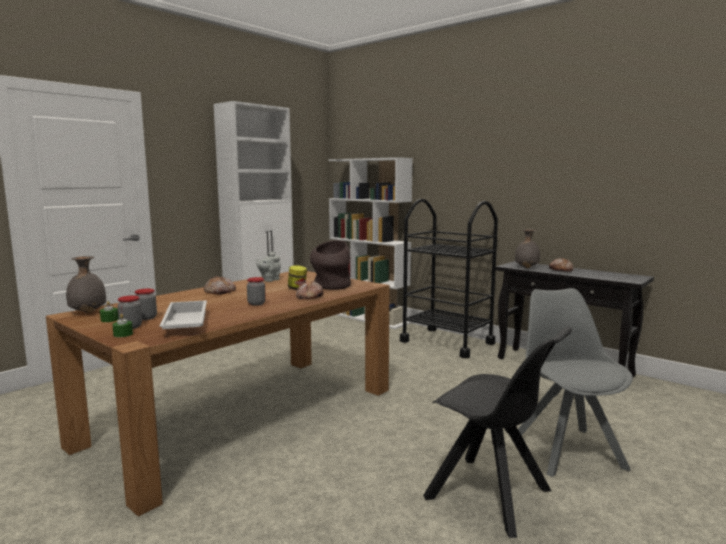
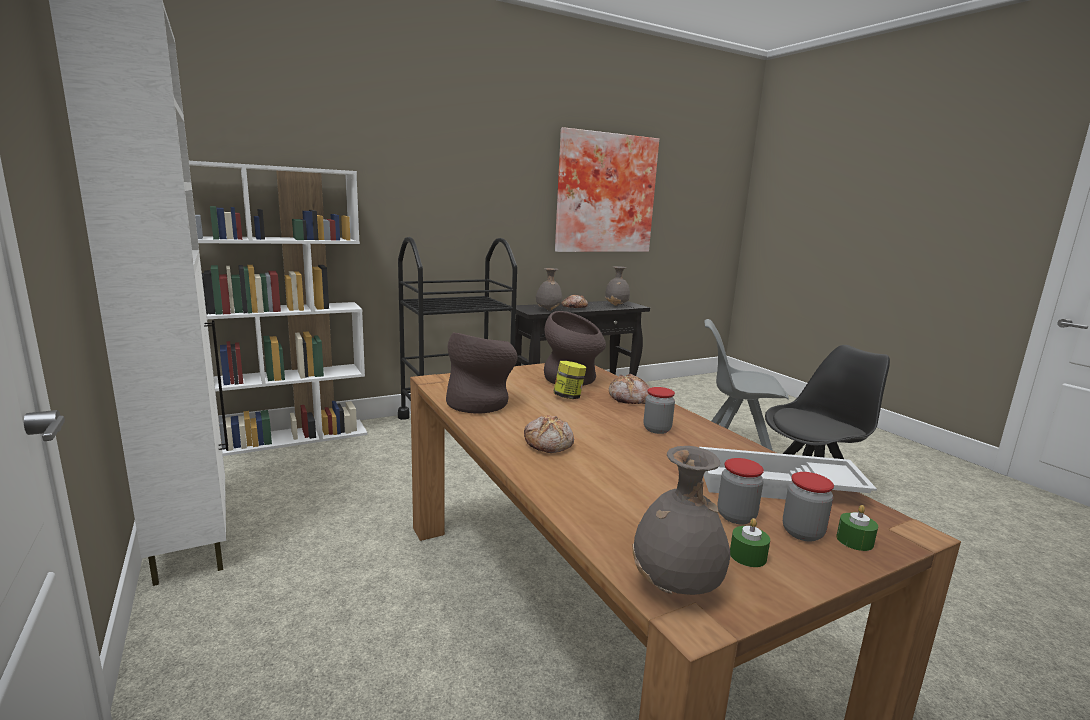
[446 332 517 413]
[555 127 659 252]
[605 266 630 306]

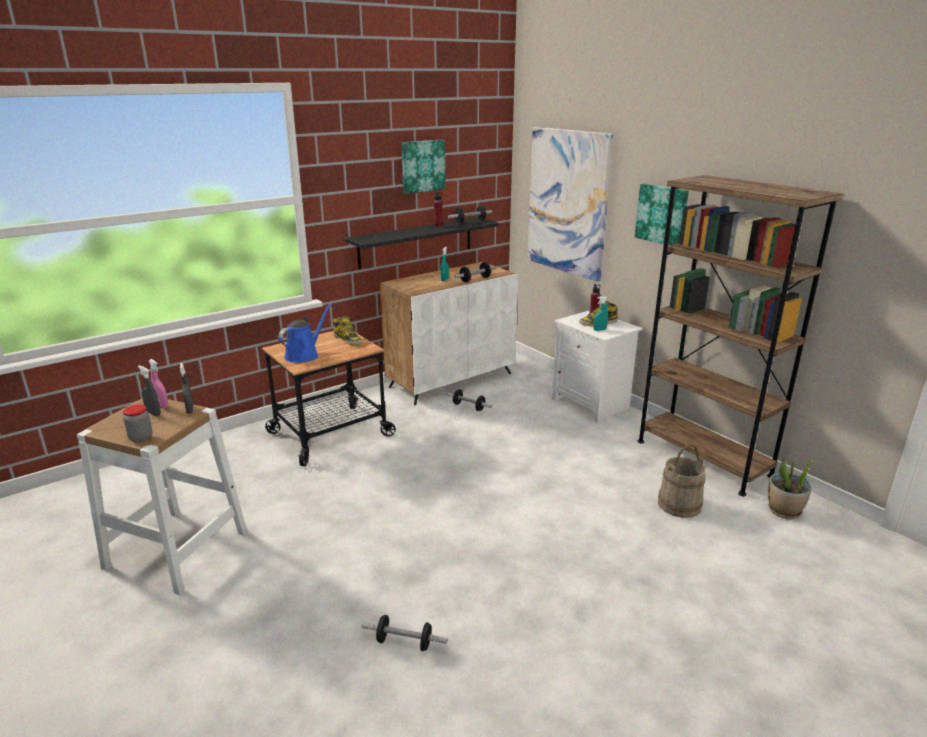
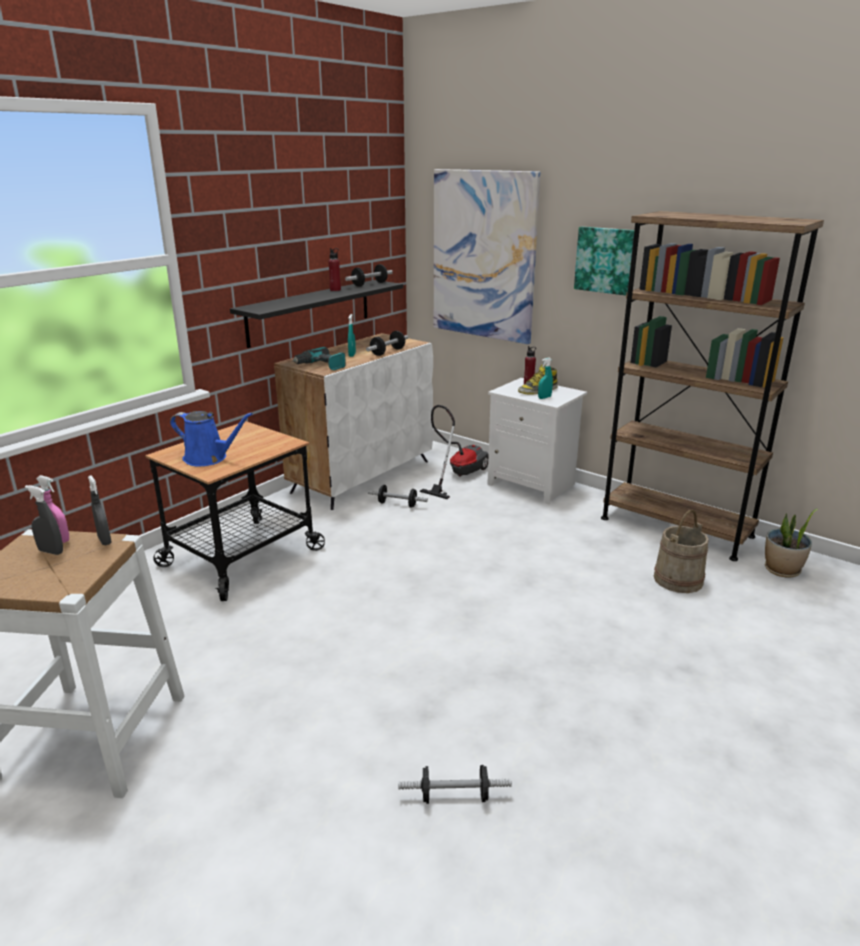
[402 139 445 194] (first image)
[170 411 253 466]
[333 316 363 345] (first image)
[123 404 153 443] (first image)
[292 347 346 370]
[419 405 489 499]

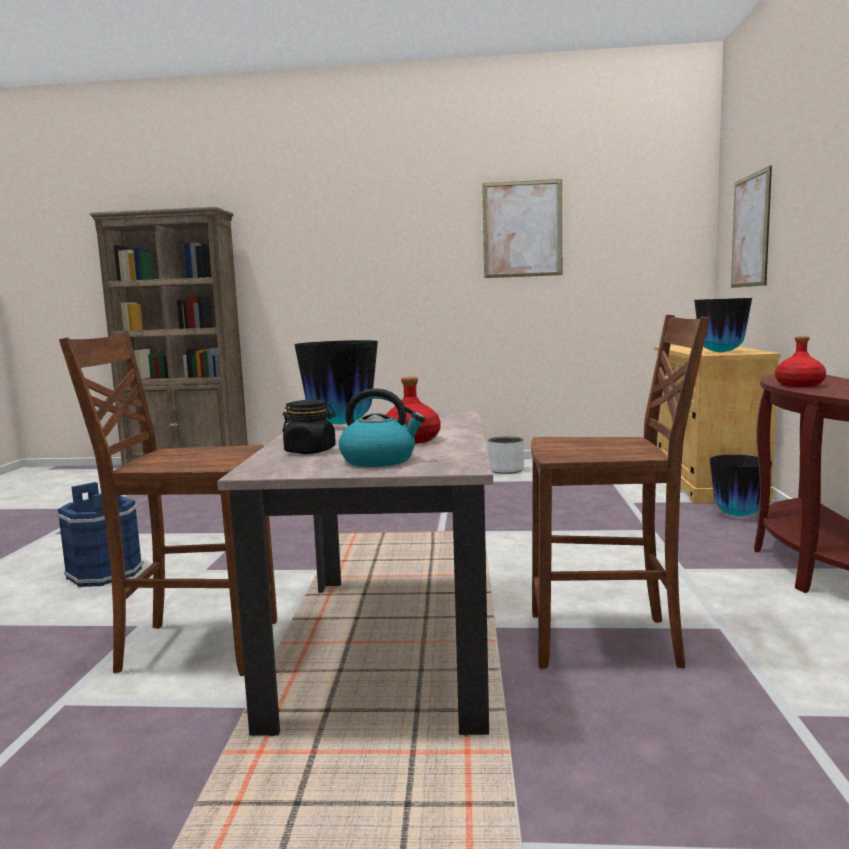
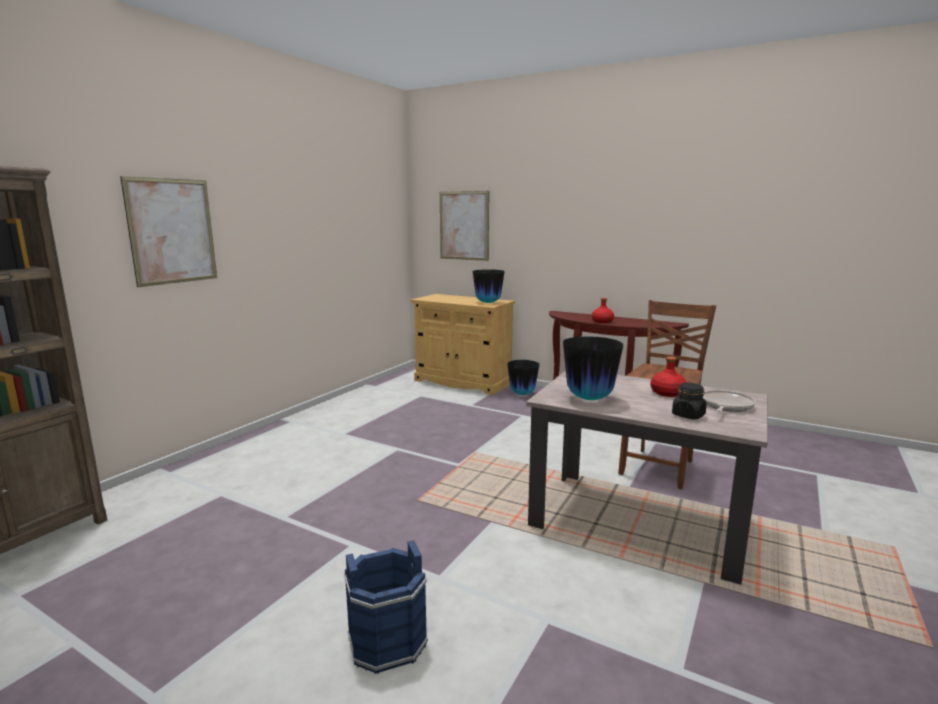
[120 176 217 287]
[59 333 277 676] (first image)
[702 390 756 412]
[488 436 524 474] (first image)

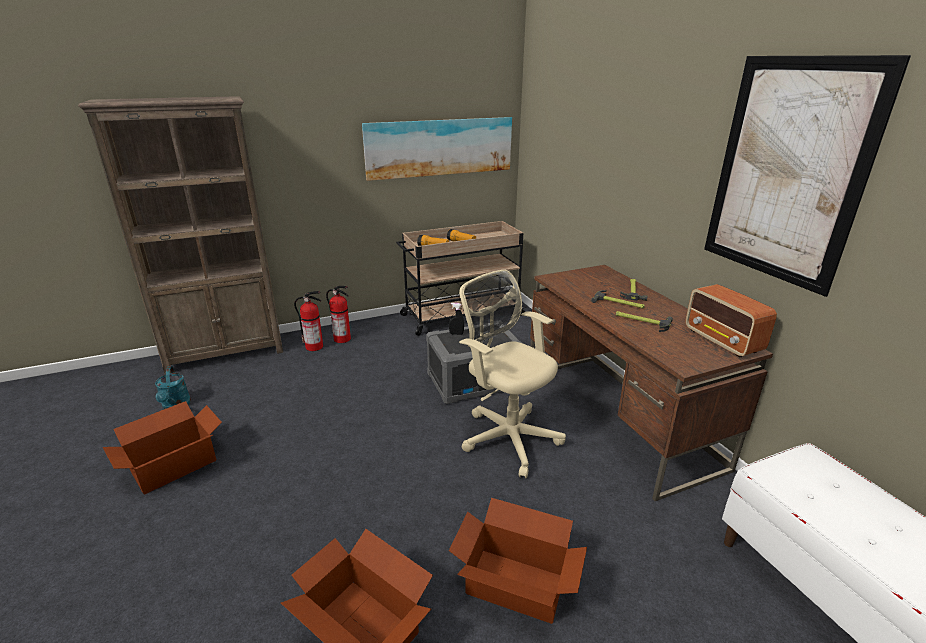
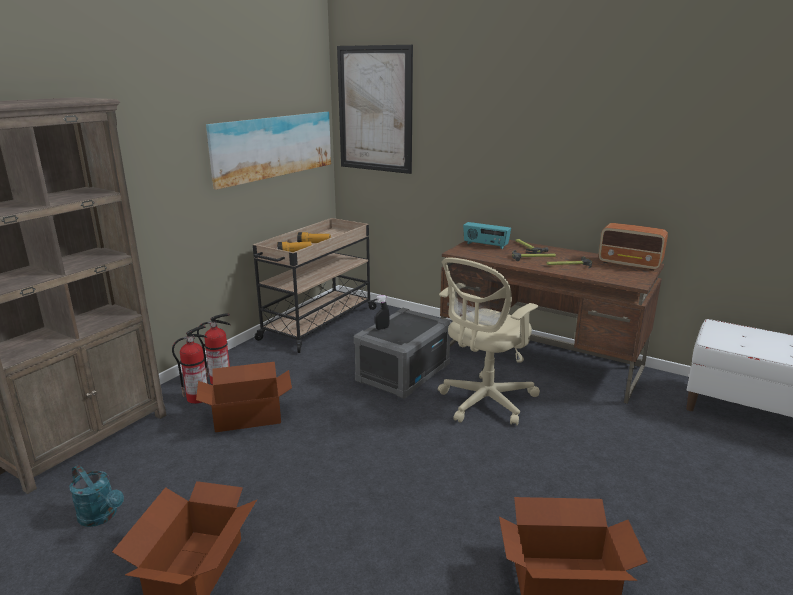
[337 45 413 174]
[438 258 540 425]
[196 362 292 432]
[463 222 511 249]

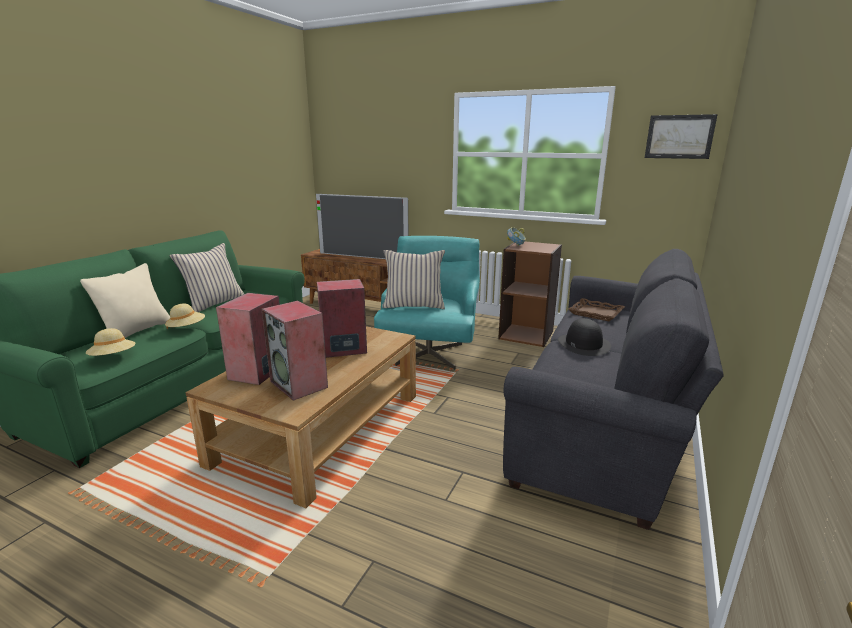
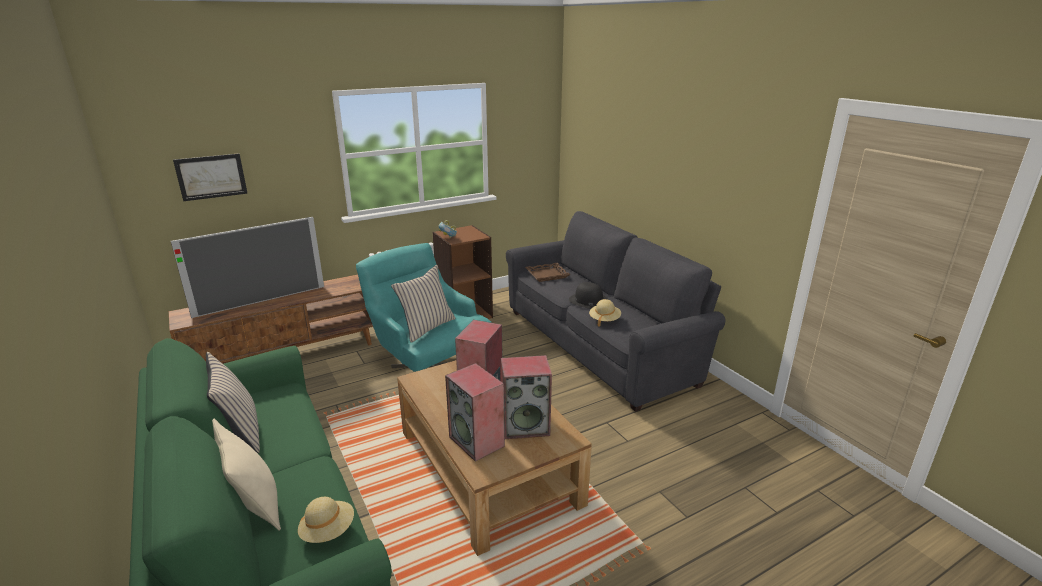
[173 153 248 201]
[589 299 621 327]

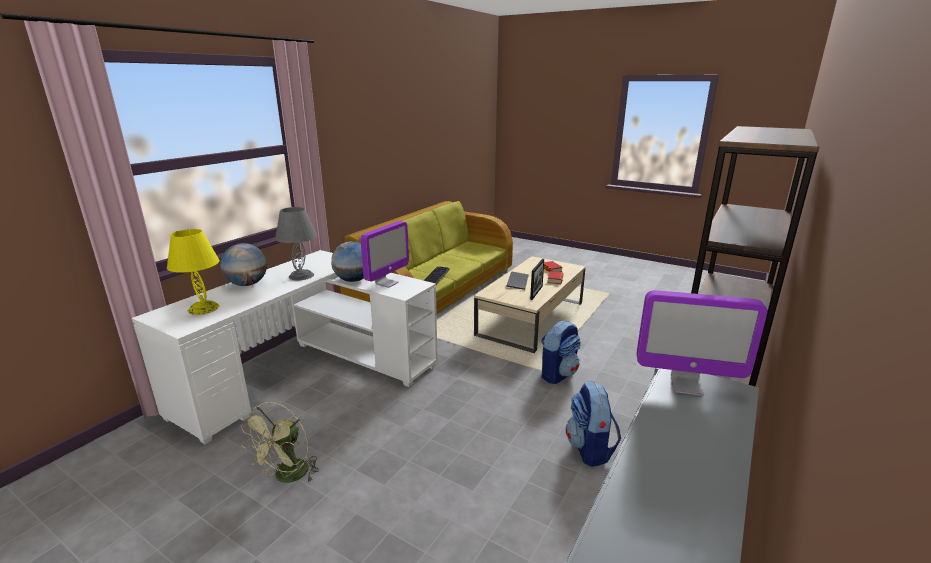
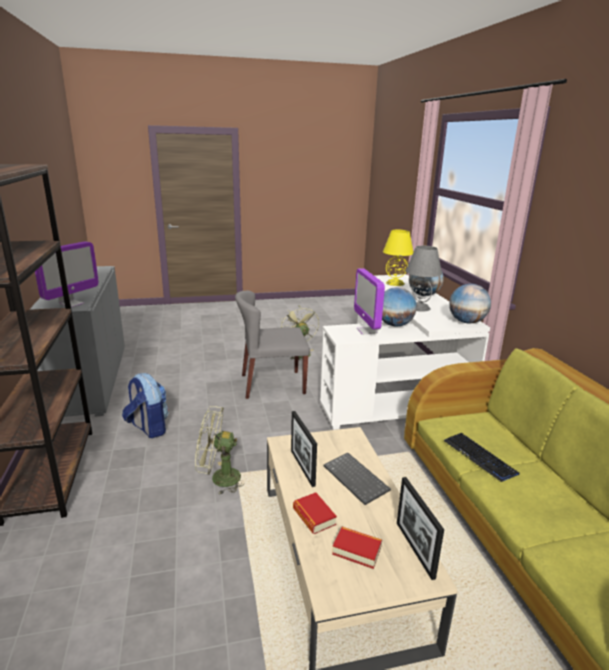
[35 241 99 308]
[195 406 244 495]
[449 284 491 323]
[235 290 310 399]
[397 477 444 580]

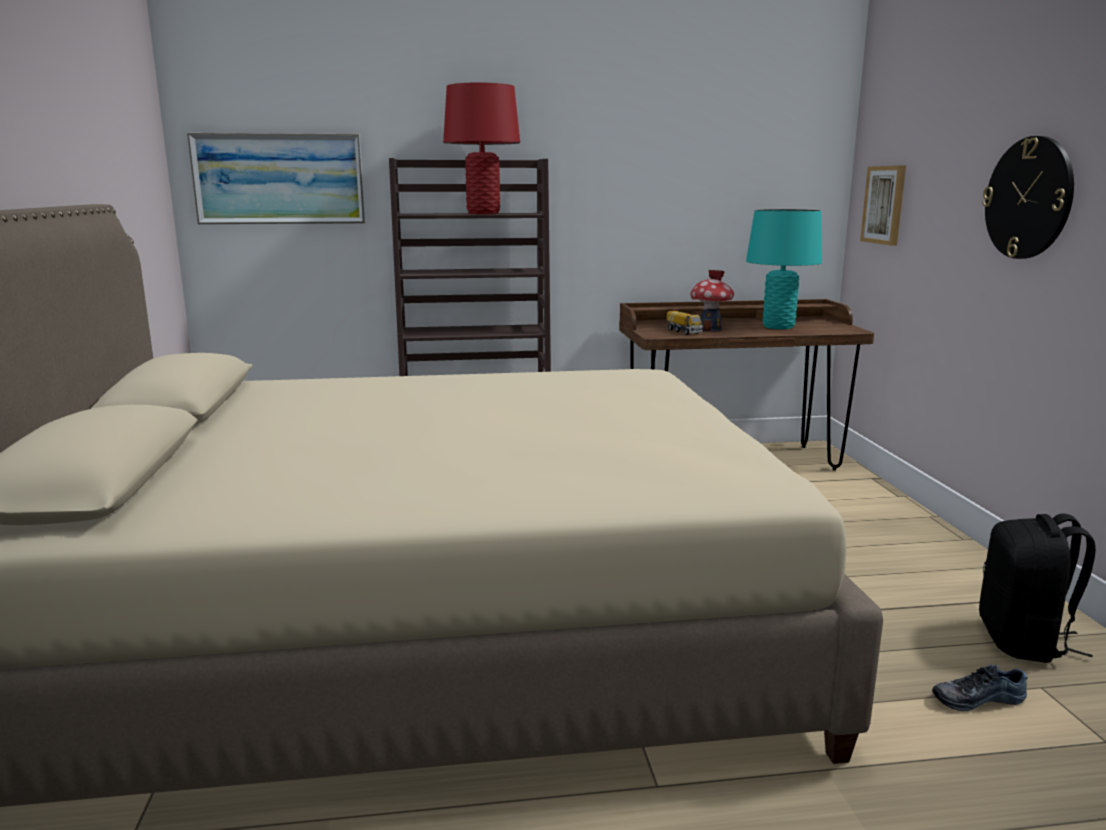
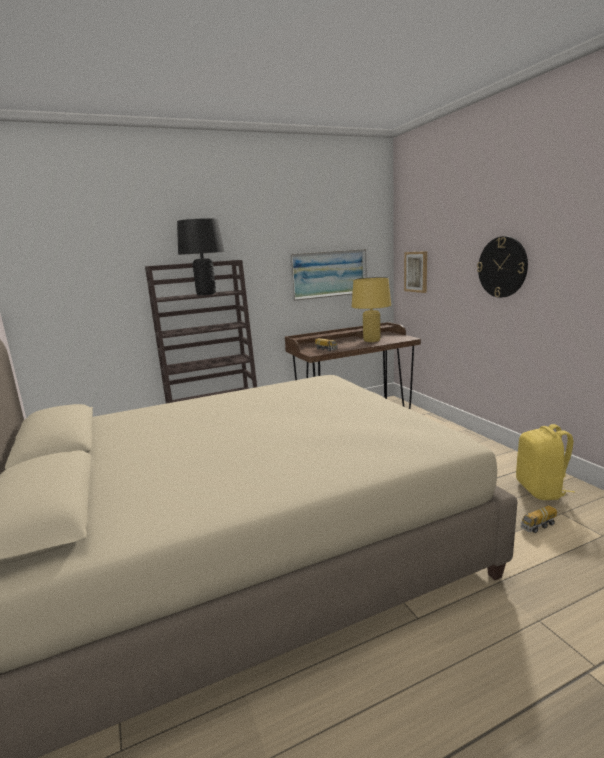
[177 218 224 295]
[290 249 367 301]
[352 277 391 342]
[690 270 734 331] (first image)
[516 424 575 500]
[520 505 557 533]

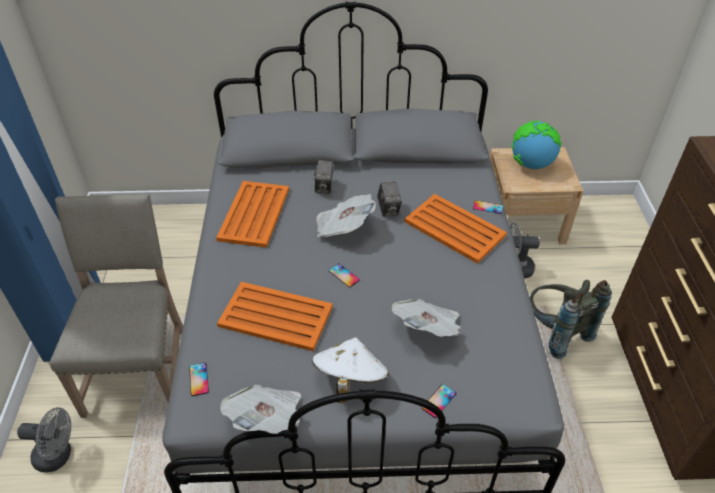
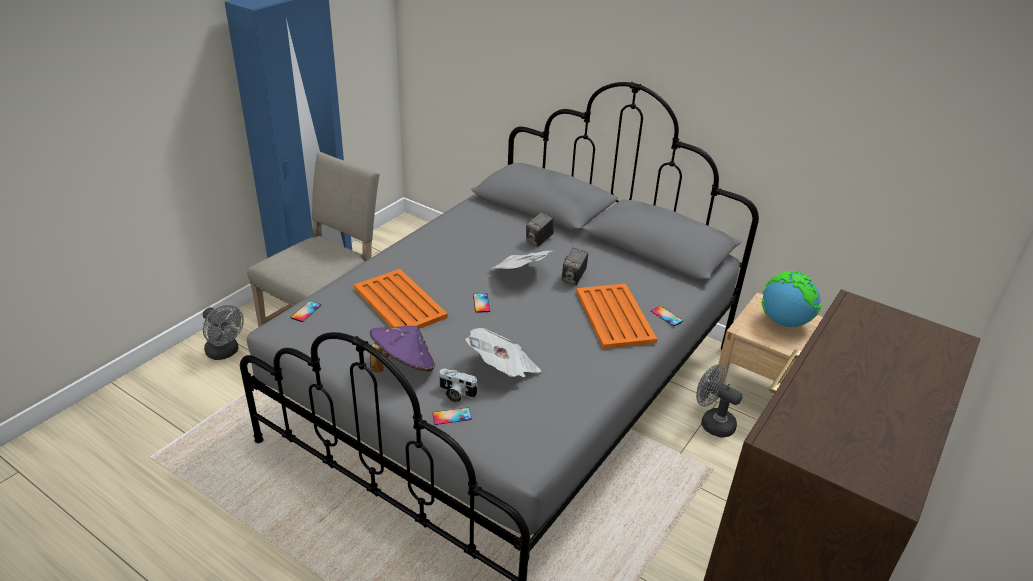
[216 181 289 248] (first image)
[530 280 612 359] (first image)
[370 326 435 373]
[220 384 301 434] (first image)
[439 369 478 403]

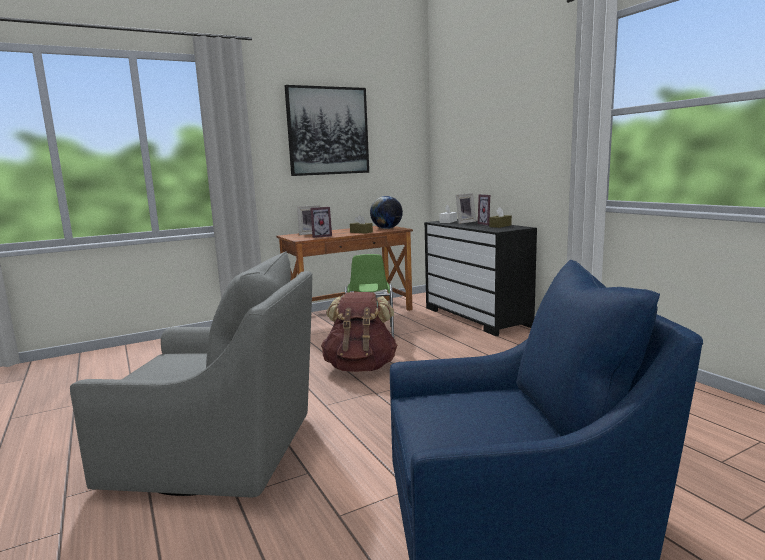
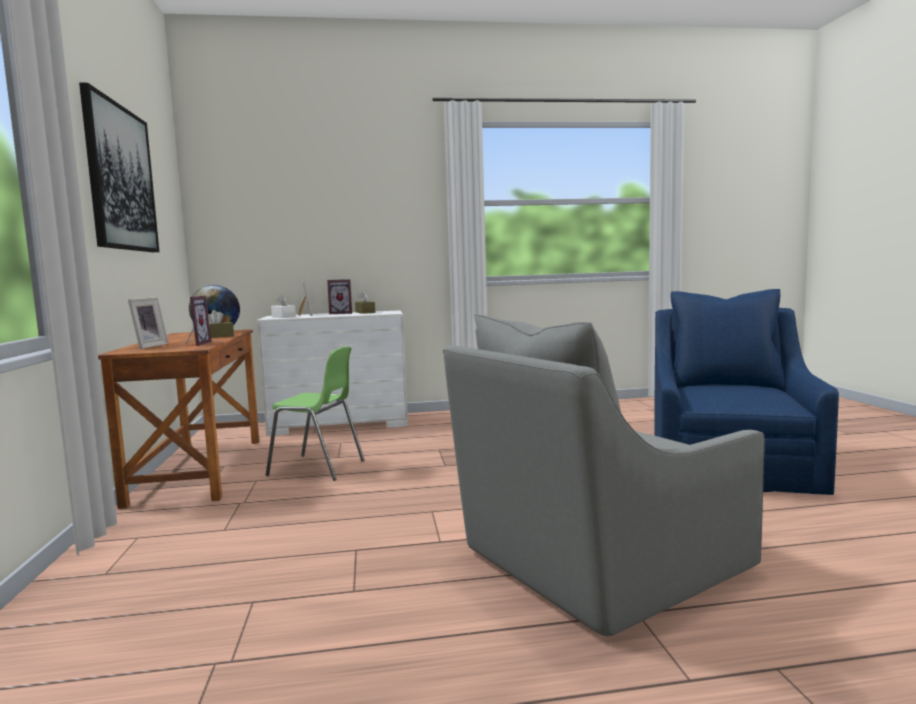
[257 310 408 436]
[443 314 765 636]
[321 292 398 372] (first image)

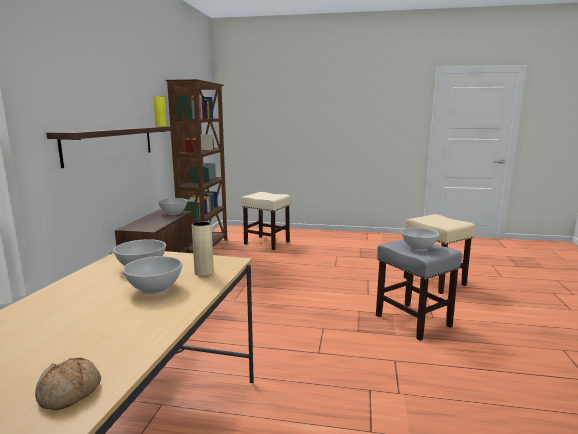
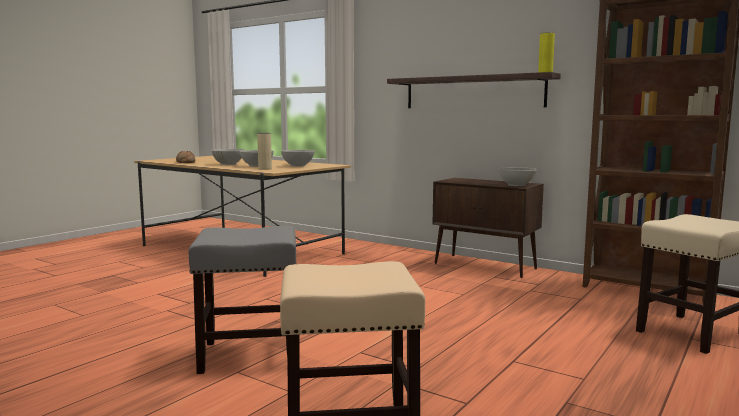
[211 149 244 165]

